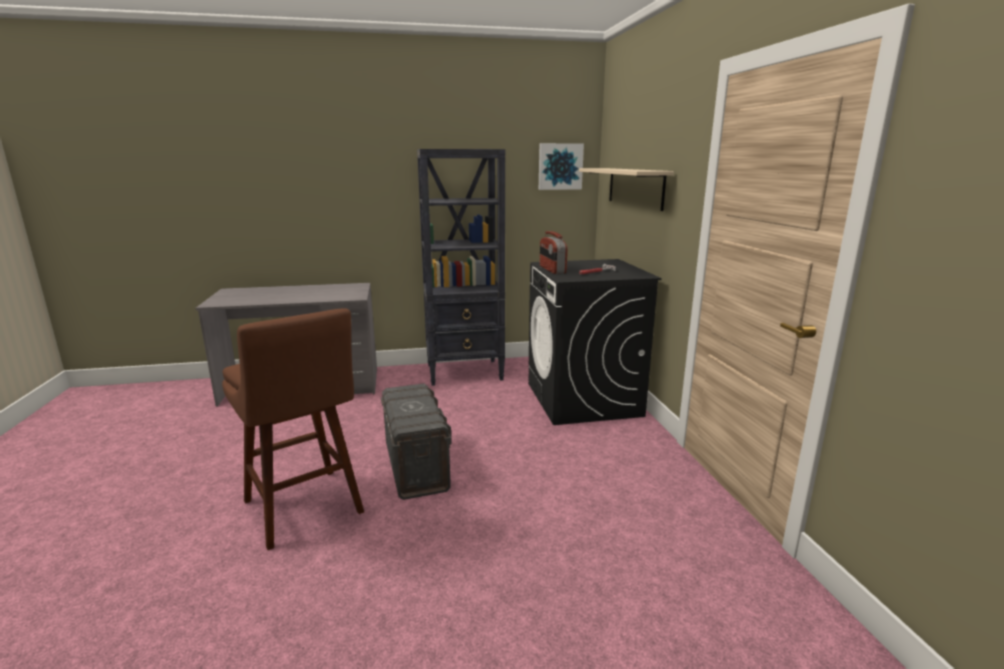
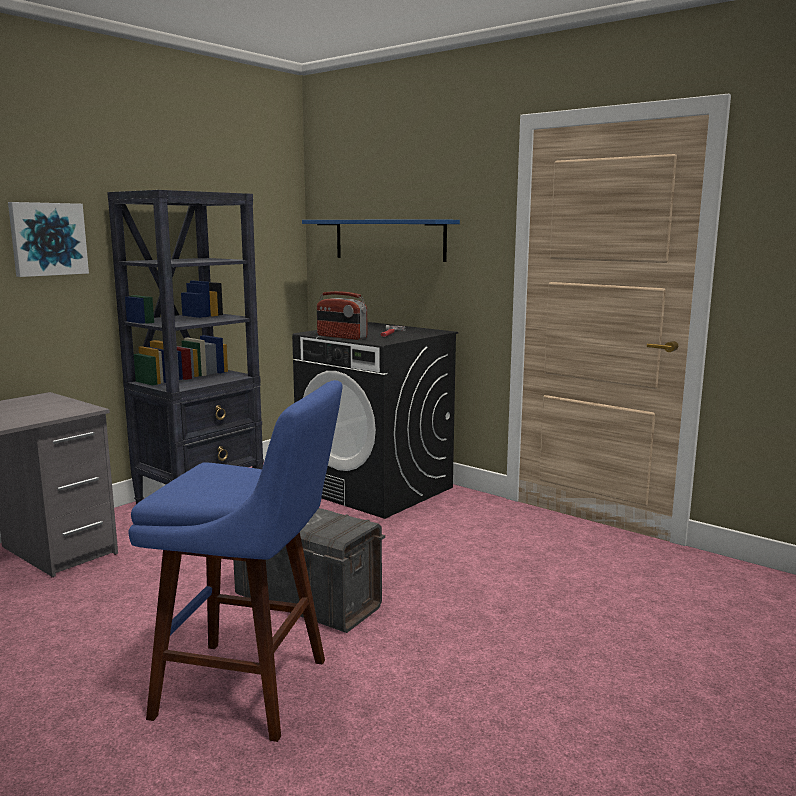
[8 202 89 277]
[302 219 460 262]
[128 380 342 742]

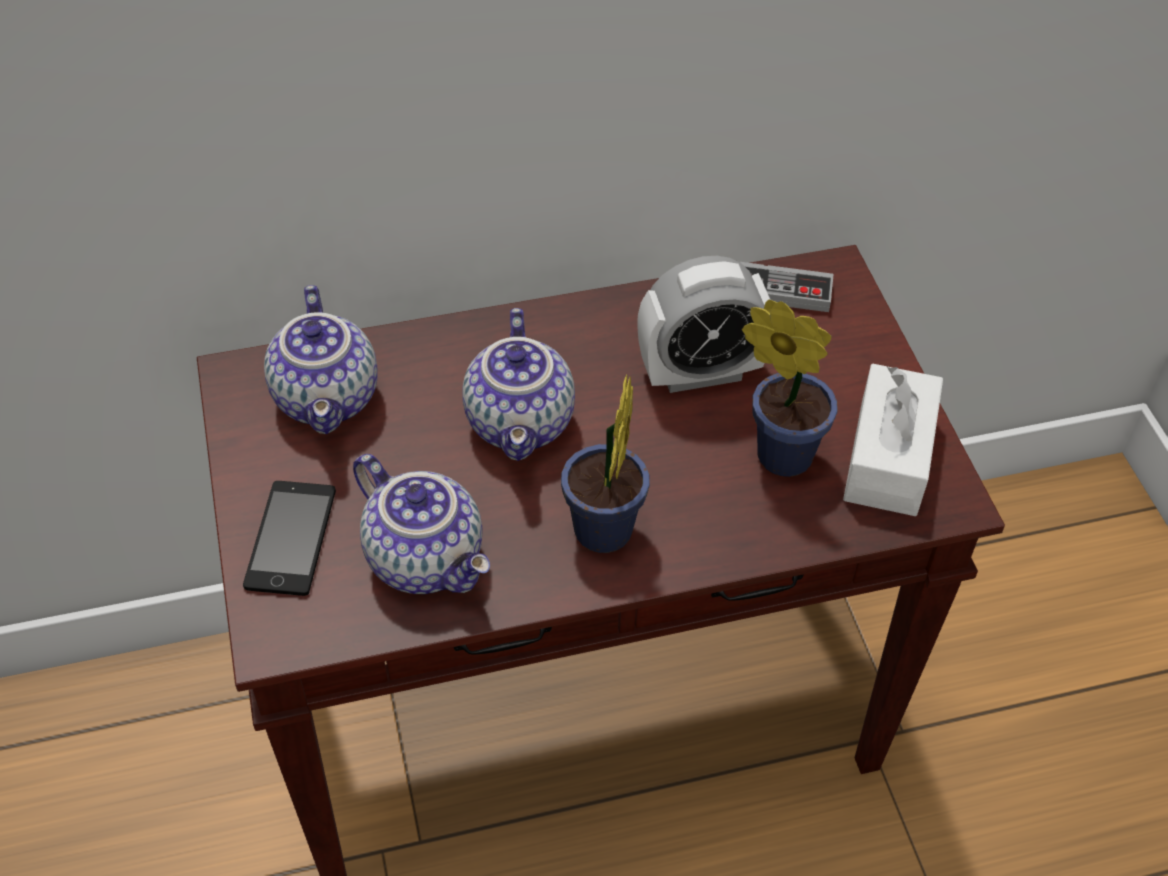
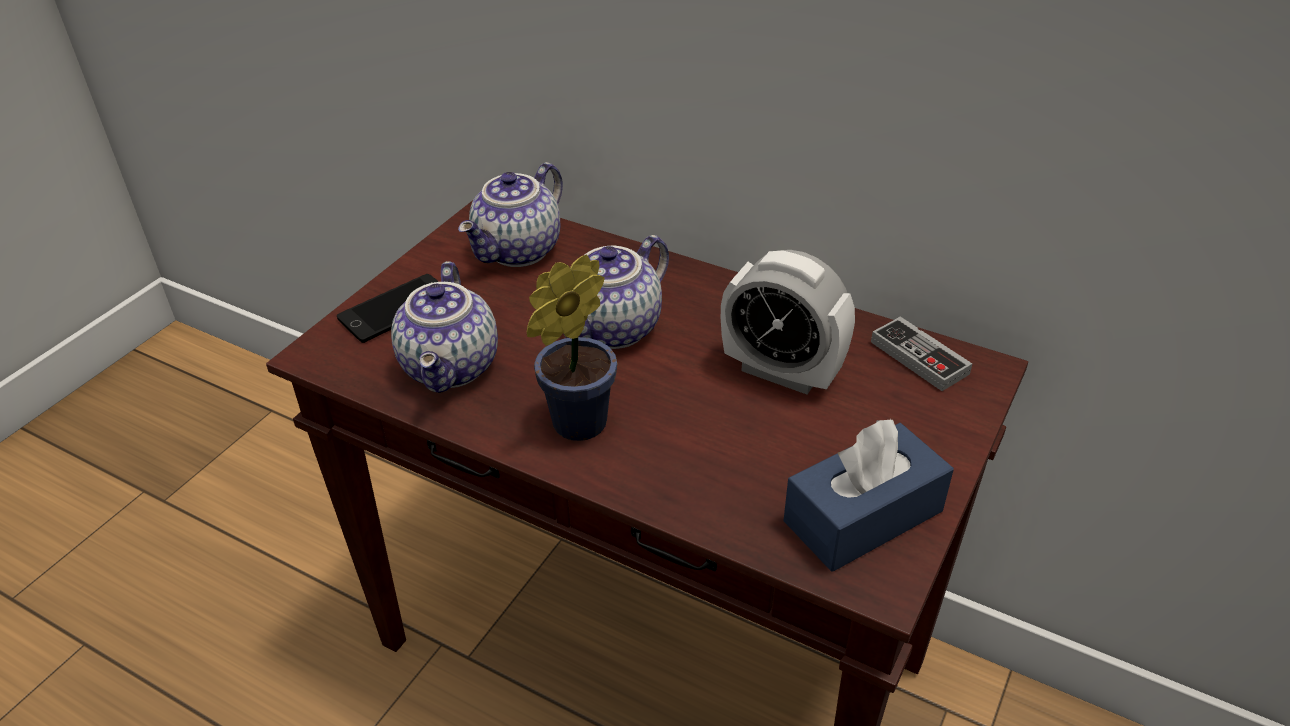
[742 299 838 477] (first image)
[783 418 954 571]

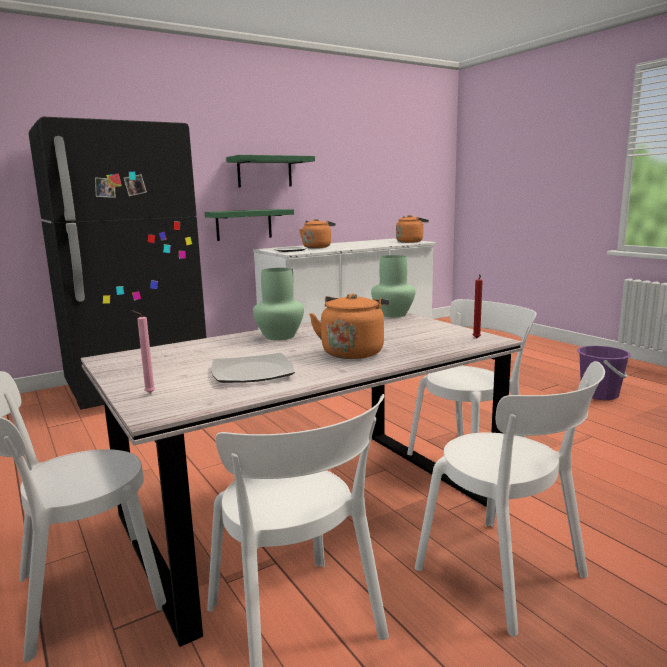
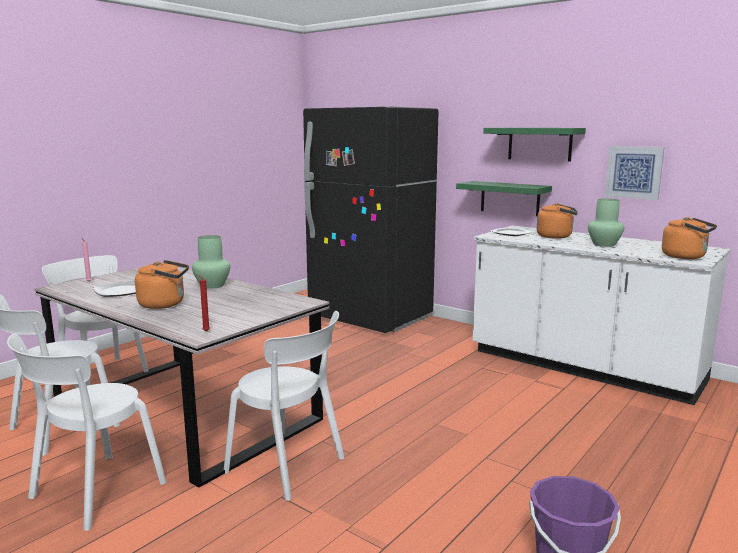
[588 198 624 247]
[605 146 665 200]

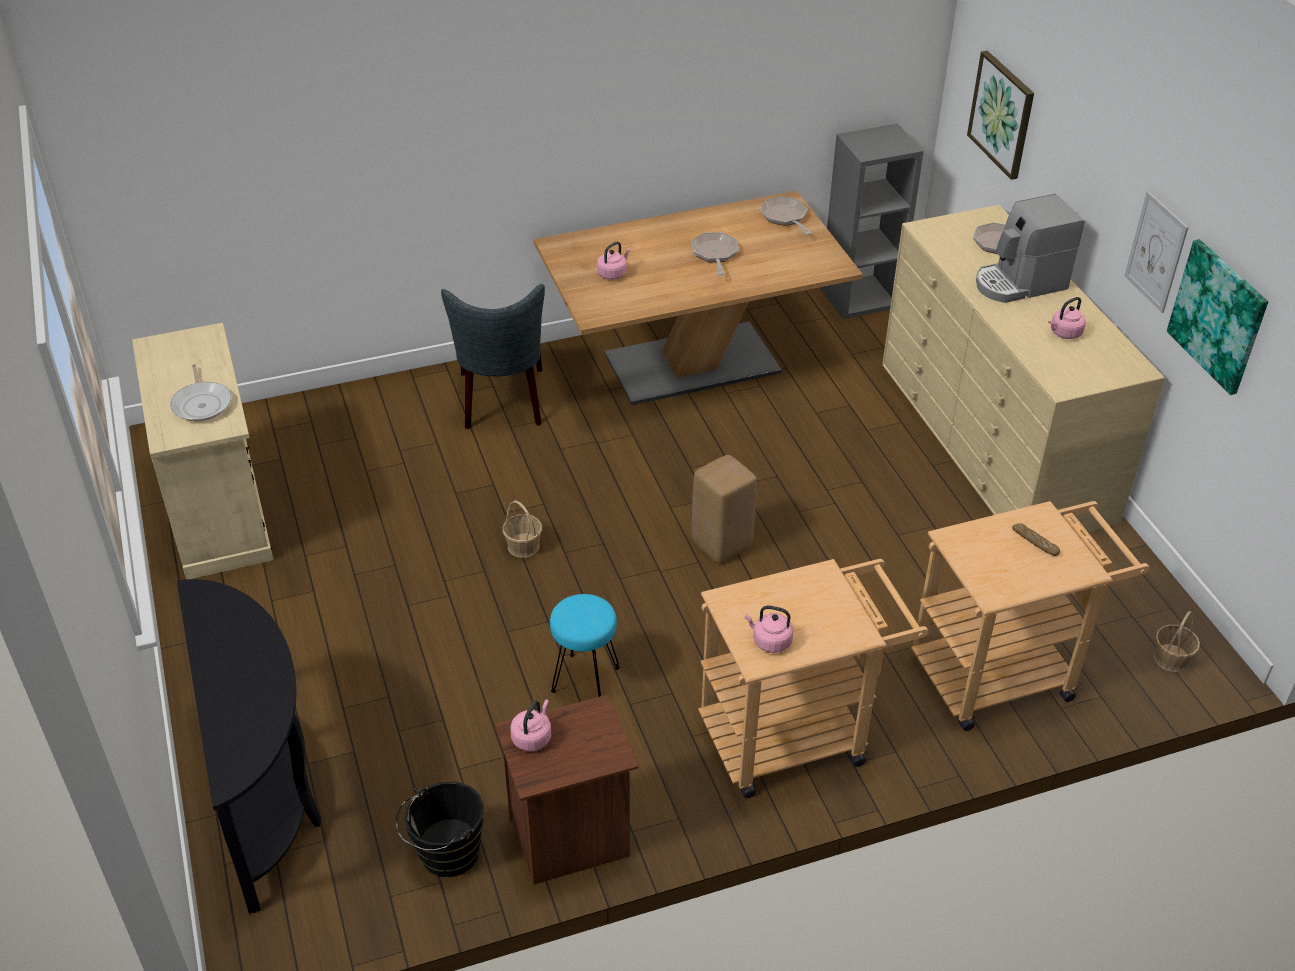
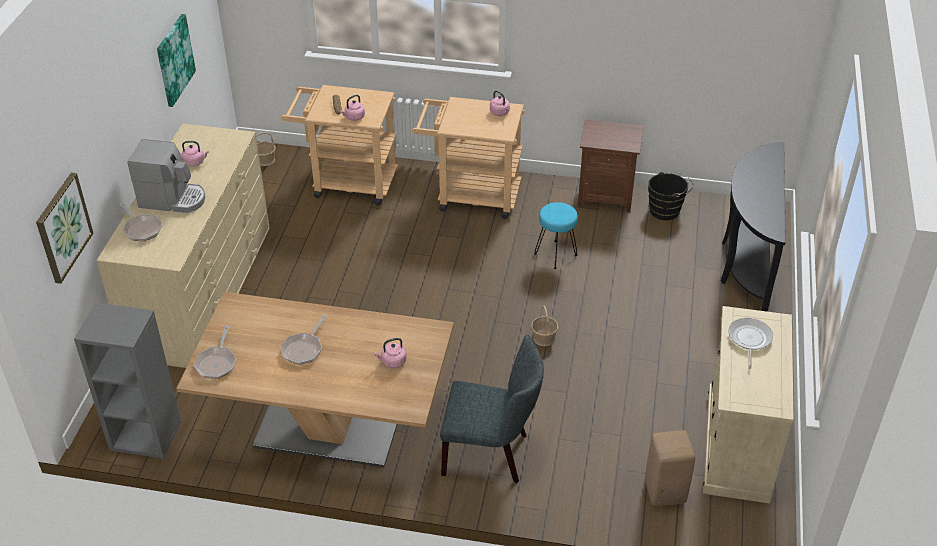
[1124 191 1188 313] (first image)
[440 335 544 483]
[645 430 695 506]
[340 95 365 121]

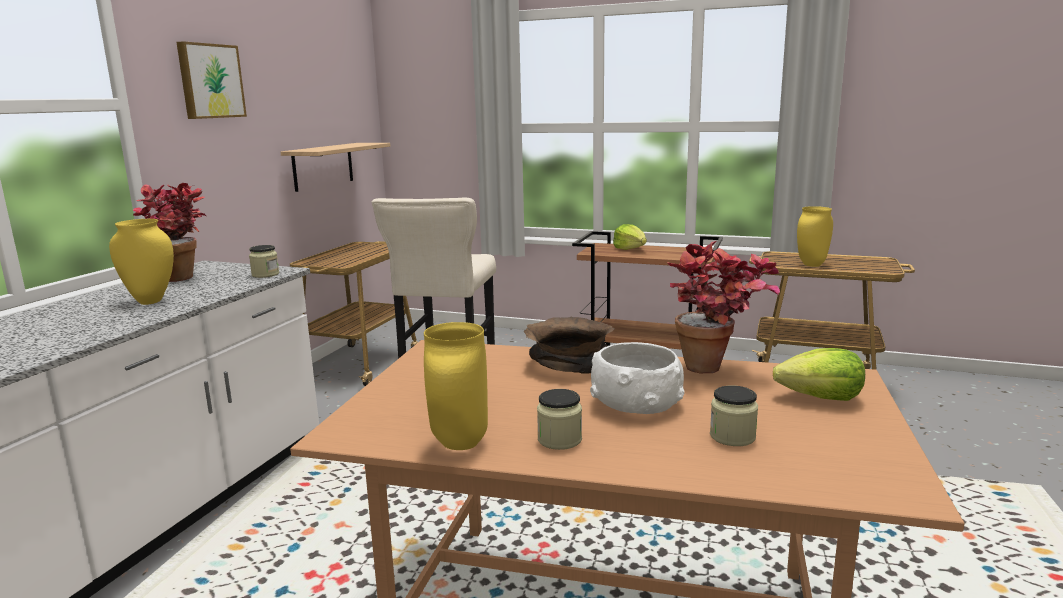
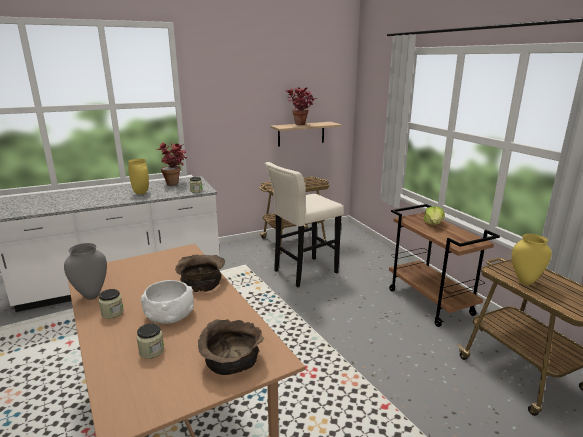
[176 41 247 119] (first image)
[285 87 317 125]
[64 243 107 300]
[198 319 264 375]

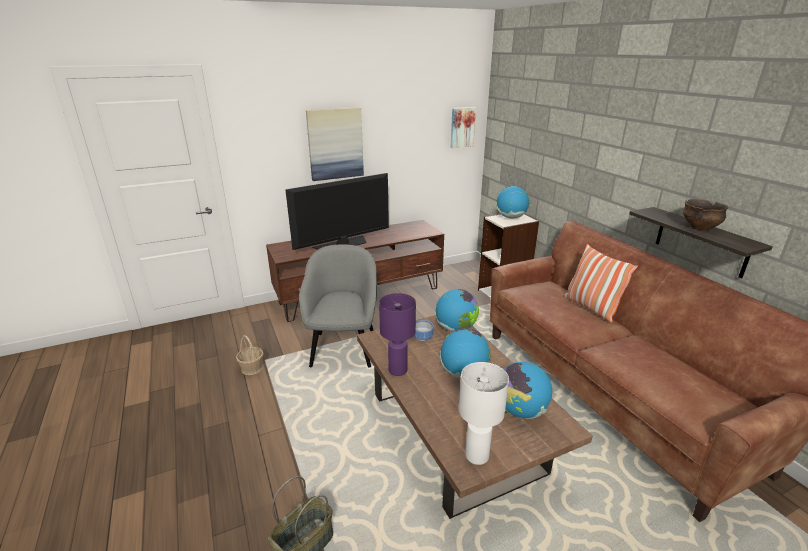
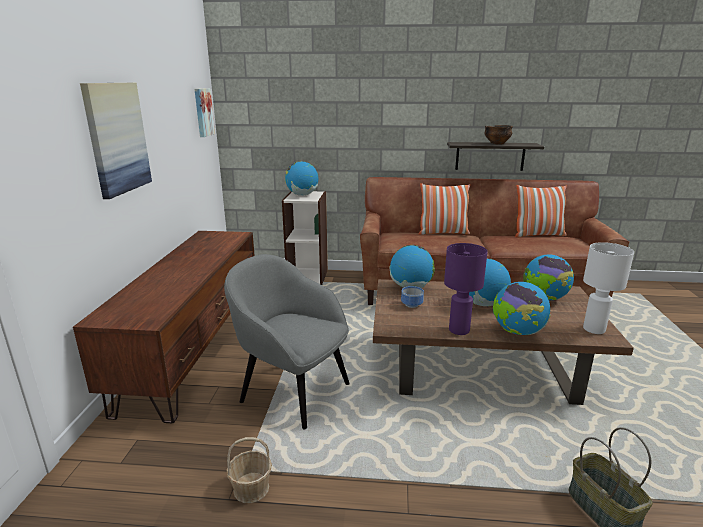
[285 173 389 250] (first image)
[515 185 567 237]
[493 282 551 335]

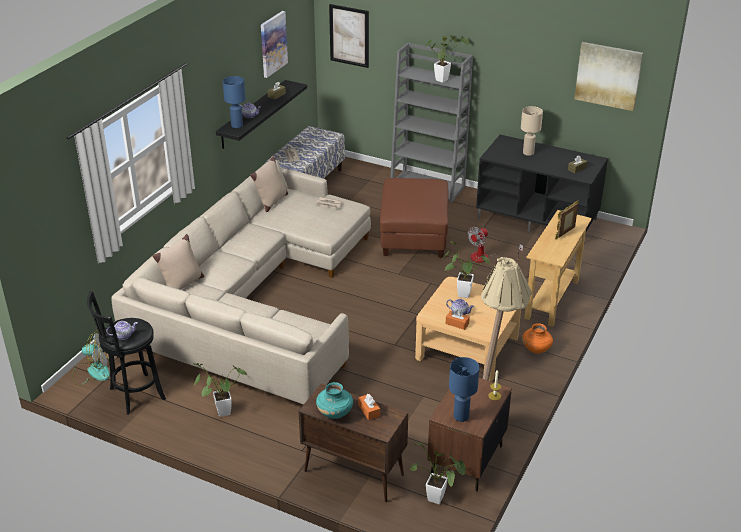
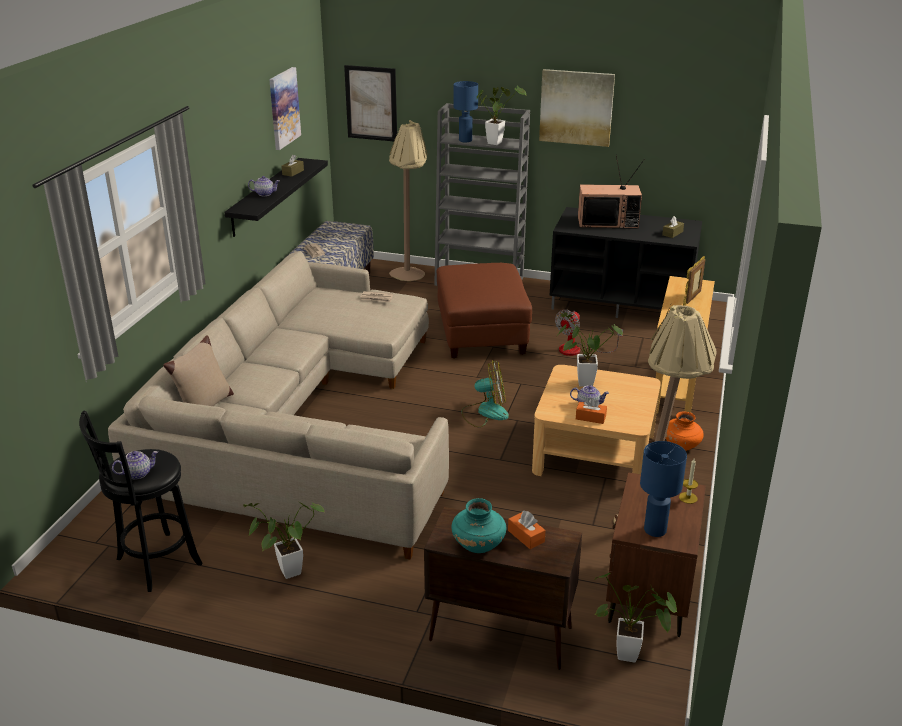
[539 69 615 147]
[454 81 478 142]
[578 155 645 229]
[250 156 288 212] (first image)
[462 360 509 427]
[389 120 427 281]

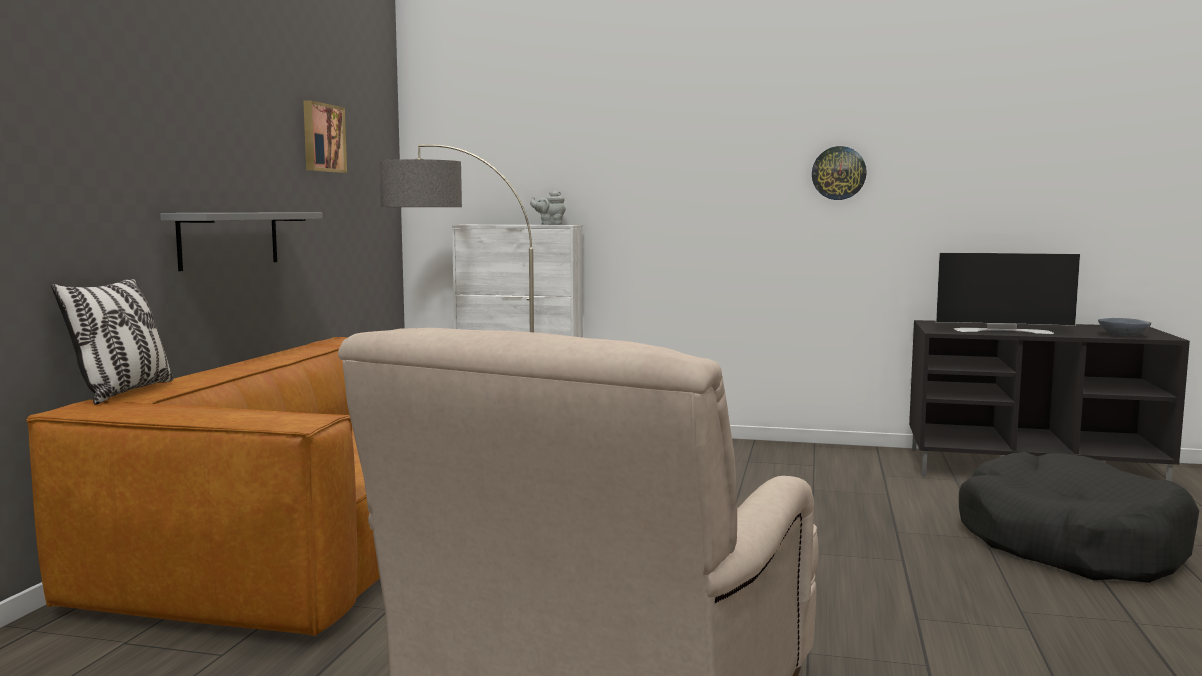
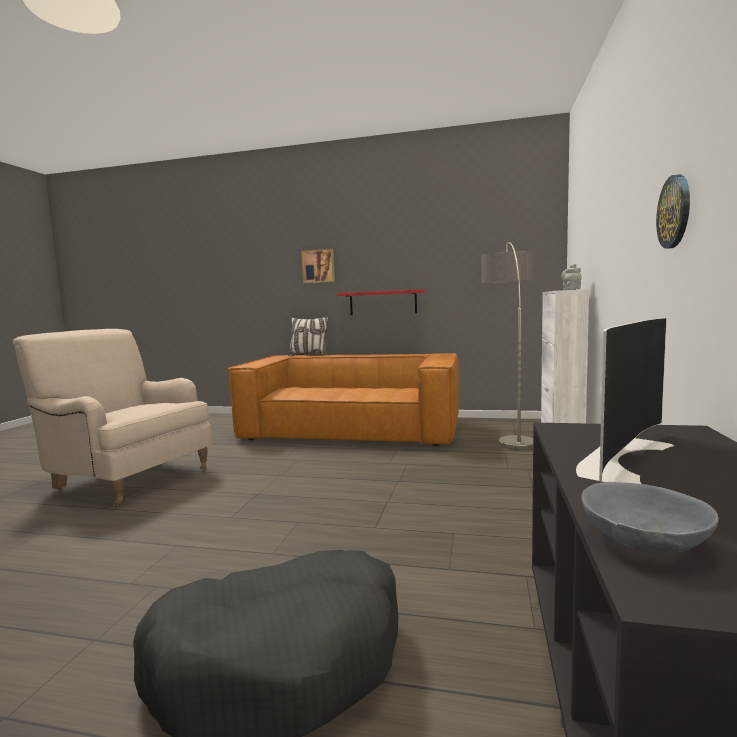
[301 248 335 283]
[336 289 425 315]
[576 318 674 484]

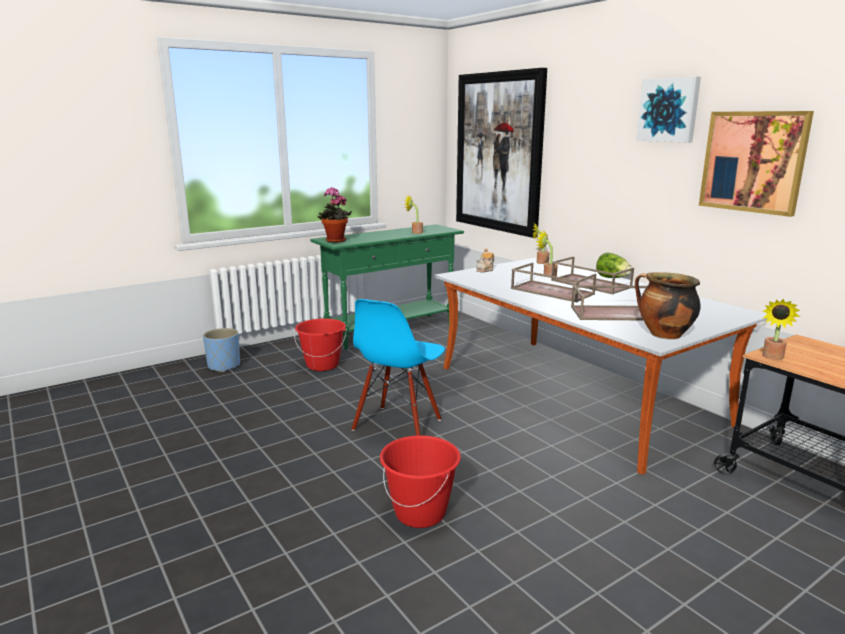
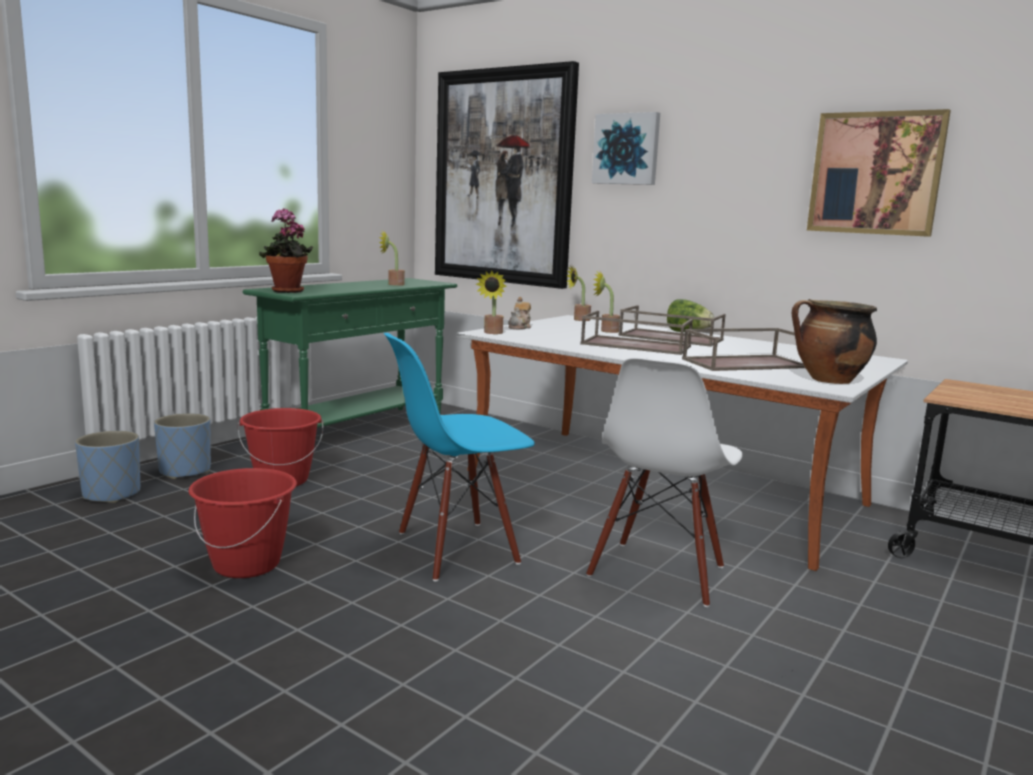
[592 112 660 185]
[384 333 535 581]
[476 270 506 334]
[188 468 297 578]
[586 358 743 607]
[154 413 211 479]

